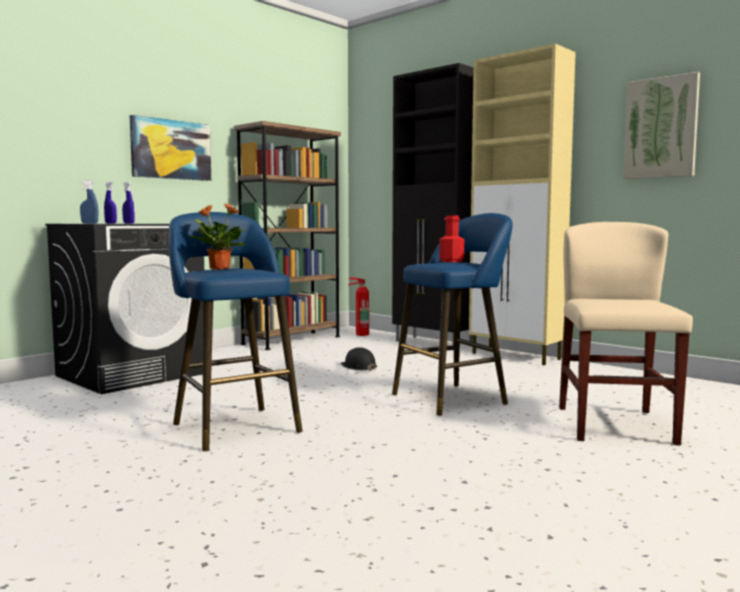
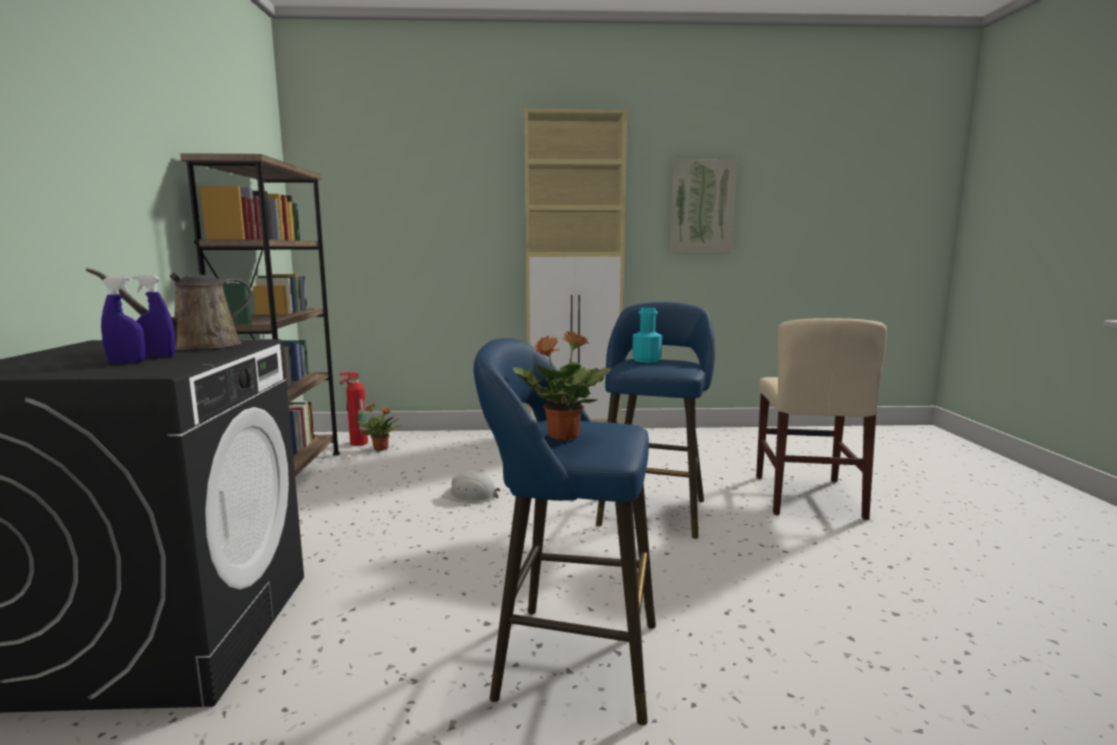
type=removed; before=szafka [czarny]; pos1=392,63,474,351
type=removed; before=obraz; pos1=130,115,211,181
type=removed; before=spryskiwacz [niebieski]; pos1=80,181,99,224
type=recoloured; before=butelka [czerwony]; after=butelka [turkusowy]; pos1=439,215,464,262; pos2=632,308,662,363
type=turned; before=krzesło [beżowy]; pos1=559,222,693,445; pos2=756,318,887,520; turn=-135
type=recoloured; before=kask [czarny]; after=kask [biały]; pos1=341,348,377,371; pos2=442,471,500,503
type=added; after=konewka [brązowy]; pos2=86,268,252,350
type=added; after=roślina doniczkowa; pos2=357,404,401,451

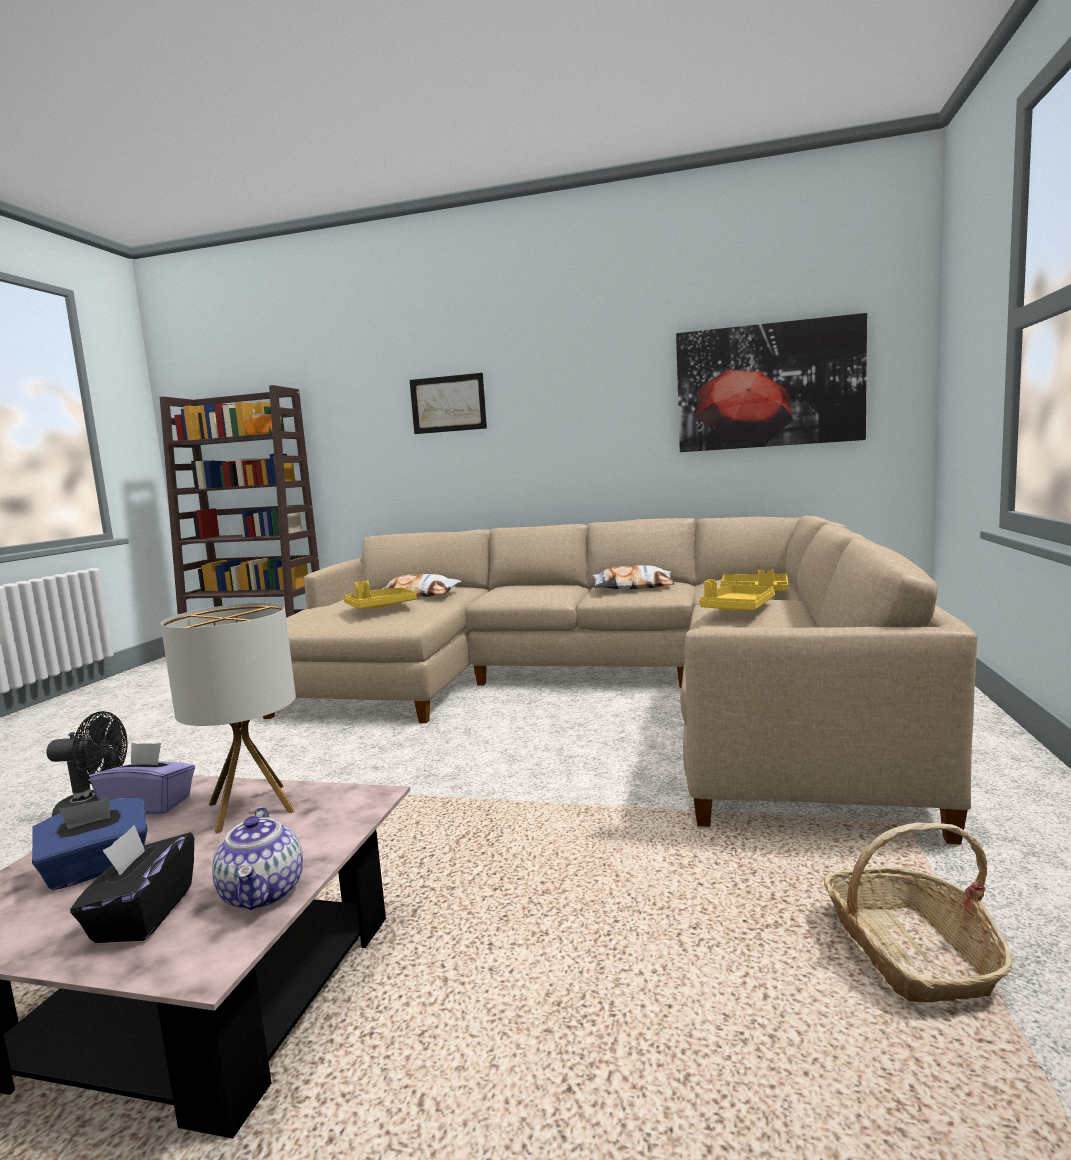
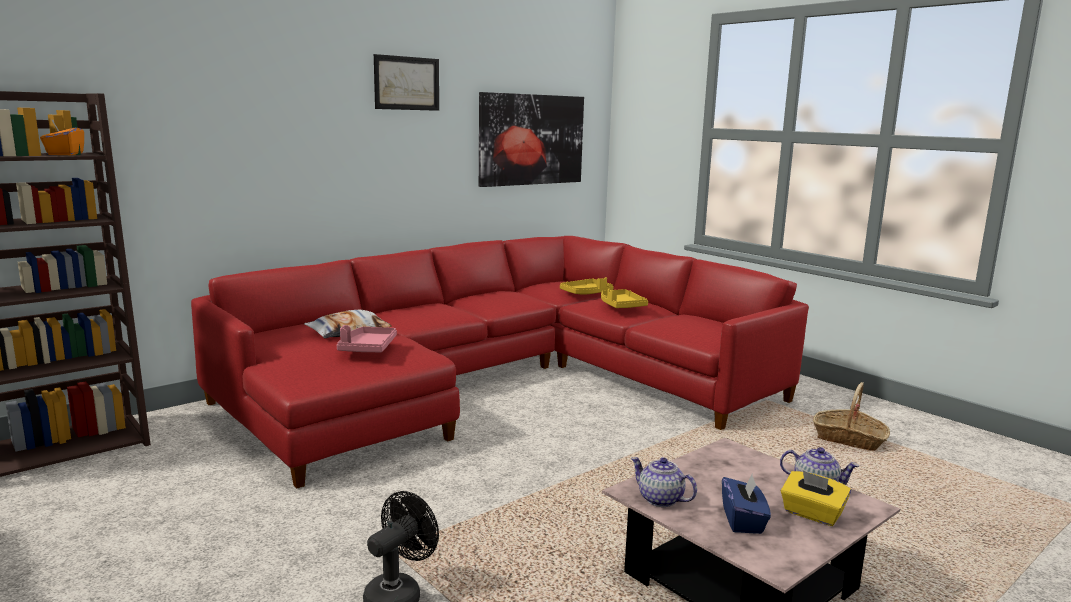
type=moved; before=obraz; pos1=410,373,487,434; pos2=374,54,439,111
type=recoloured; before=kanapa [beżowy]; after=kanapa [czerwony]; pos1=263,516,978,844; pos2=191,236,809,488
type=removed; before=poduszka; pos1=592,565,675,589
type=recoloured; before=taca [żółty]; after=taca [różowy]; pos1=344,581,417,609; pos2=337,325,397,352
type=removed; before=lampa stołowa; pos1=161,603,296,834
type=replaced; before=pudełko chusteczek [fioletowy]; after=imbryk; pos1=90,743,195,815; pos2=631,457,697,507
type=recoloured; before=pudełko chusteczek [czarny]; after=pudełko chusteczek [żółty]; pos1=70,825,194,943; pos2=781,471,851,526

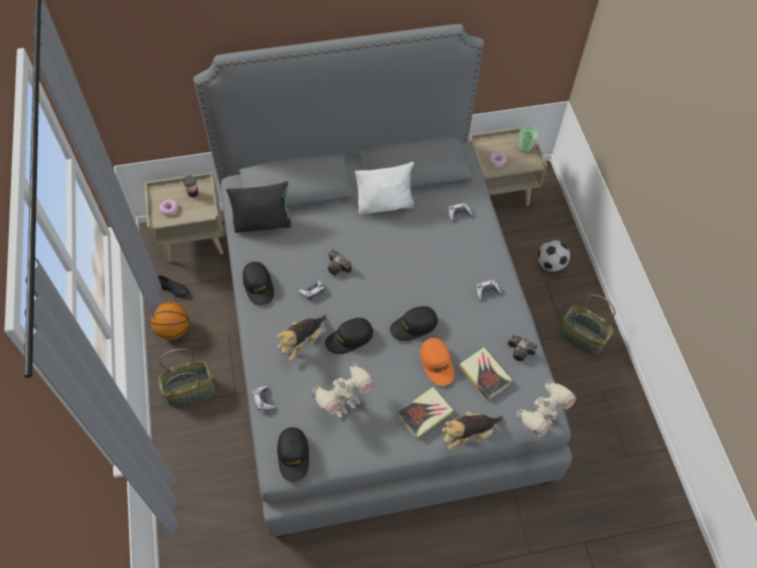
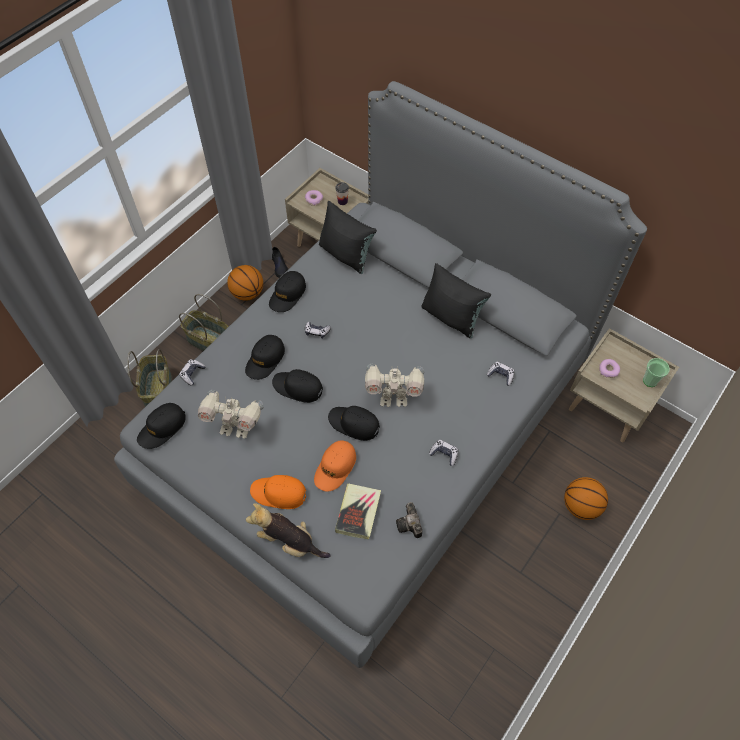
type=recoloured; before=poduszka [biały]; after=poduszka [czarny]; pos1=355,162,415,215; pos2=421,263,491,338
type=replaced; before=piłka futbolowa; after=piłka do koszykówki; pos1=538,240,570,272; pos2=564,477,608,520
type=removed; before=aparat fotograficzny; pos1=328,249,351,275
type=moved; before=koszyk; pos1=559,295,615,355; pos2=127,349,172,407
type=replaced; before=pluszak; after=czapka z daszkiem [czarny]; pos1=277,315,326,362; pos2=245,335,285,380
type=moved; before=robot zabawkowy; pos1=517,380,576,436; pos2=365,364,424,407
type=replaced; before=książka; after=czapka z daszkiem [pomarańczowy]; pos1=397,387,453,439; pos2=250,475,306,509

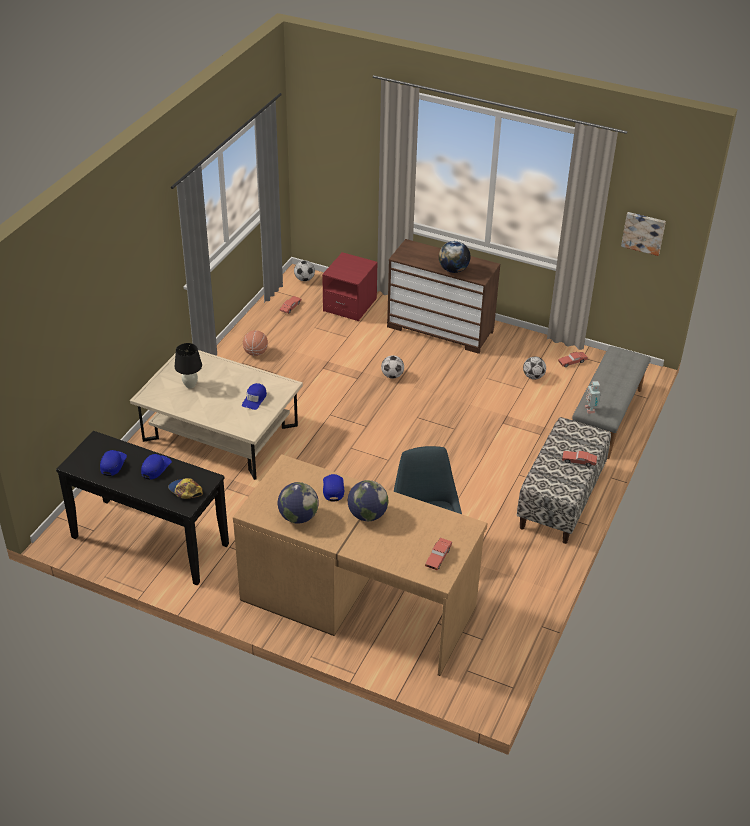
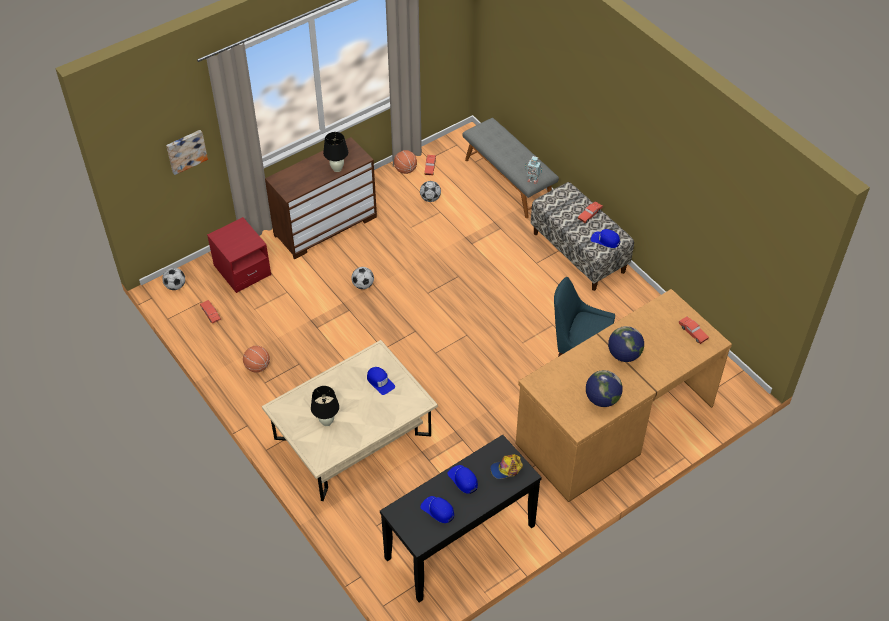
type=moved; before=obraz; pos1=621,212,666,256; pos2=166,130,208,175
type=replaced; before=globus; after=lampa stołowa [czarny]; pos1=439,241,471,273; pos2=323,132,348,172
type=moved; before=czapka z daszkiem [niebieski]; pos1=323,474,344,501; pos2=591,229,620,248
type=added; after=piłka do koszykówki; pos2=394,150,417,174

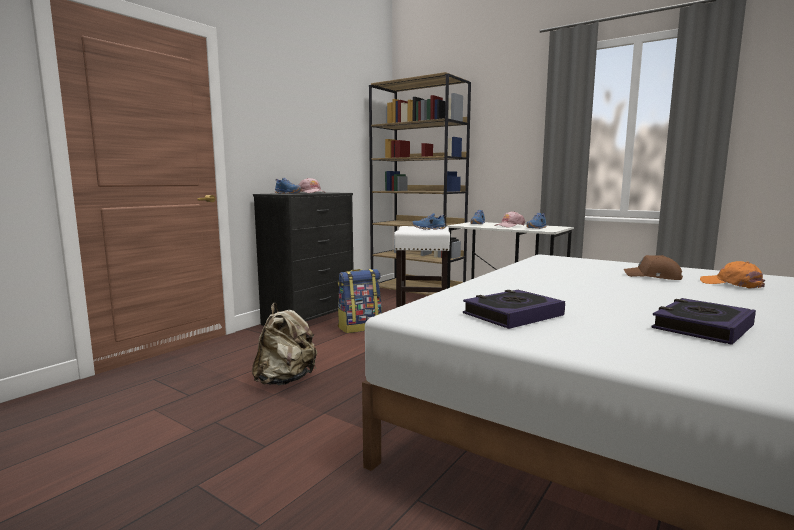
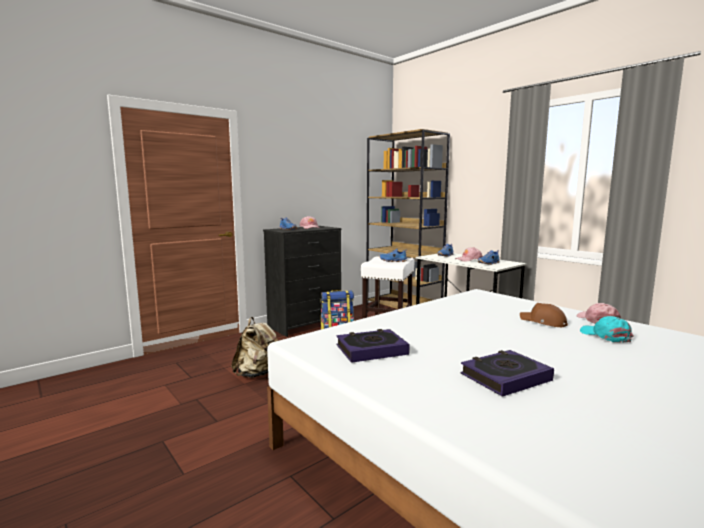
type=recoloured; before=czapka z daszkiem [pomarańczowy]; after=czapka z daszkiem [turkusowy]; pos1=700,261,765,289; pos2=580,316,634,343
type=added; after=czapka z daszkiem [różowy]; pos2=577,303,621,324

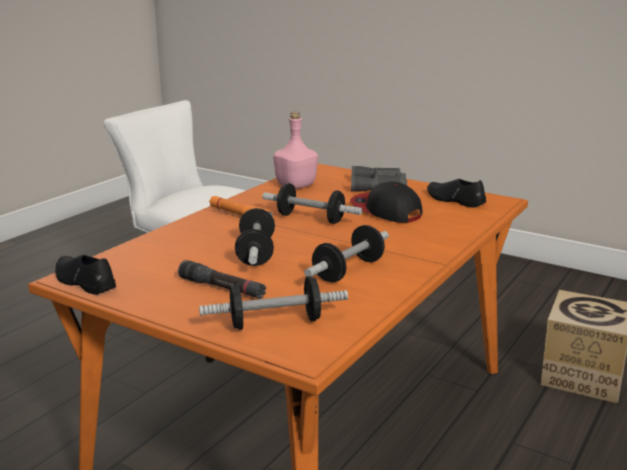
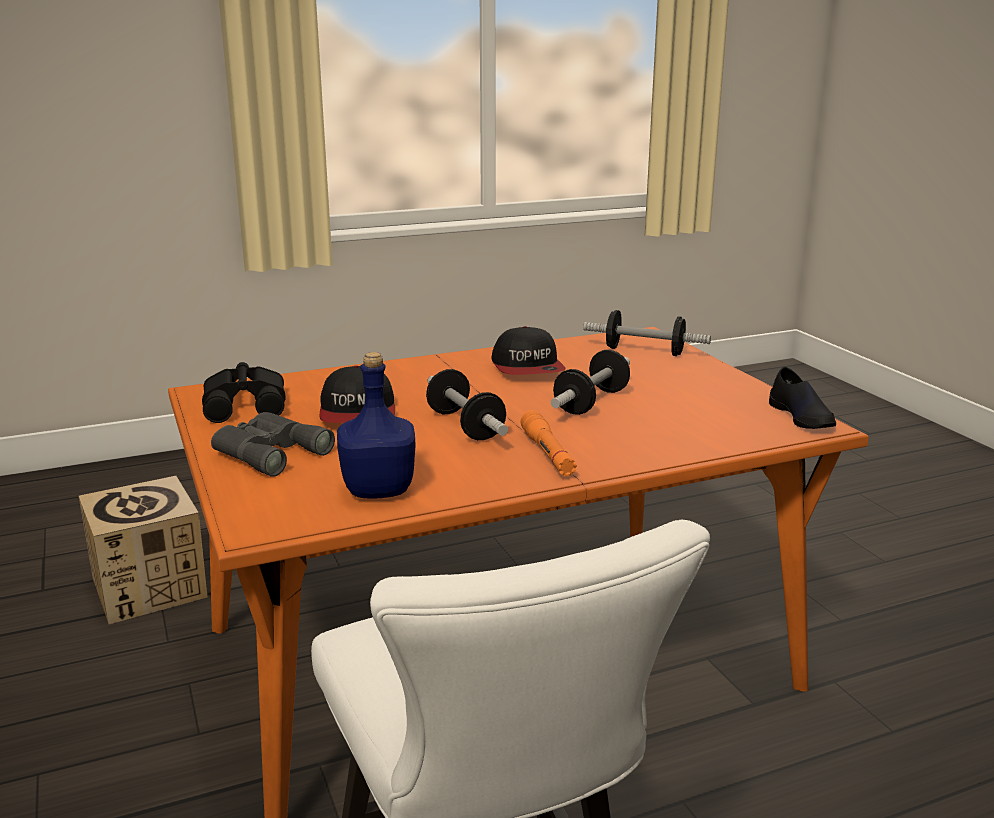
type=recoloured; before=butelka [różowy]; after=butelka [niebieski]; pos1=273,112,318,189; pos2=337,352,415,499
type=replaced; before=but [czarny]; after=lornetka [czarny]; pos1=427,179,486,208; pos2=202,362,286,423
type=replaced; before=hantel; after=czapka z daszkiem; pos1=304,225,389,282; pos2=491,326,566,375
type=removed; before=latarka [czarny]; pos1=178,260,266,299

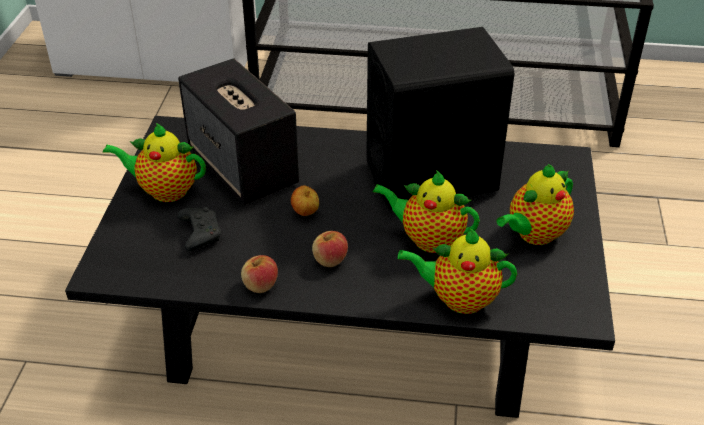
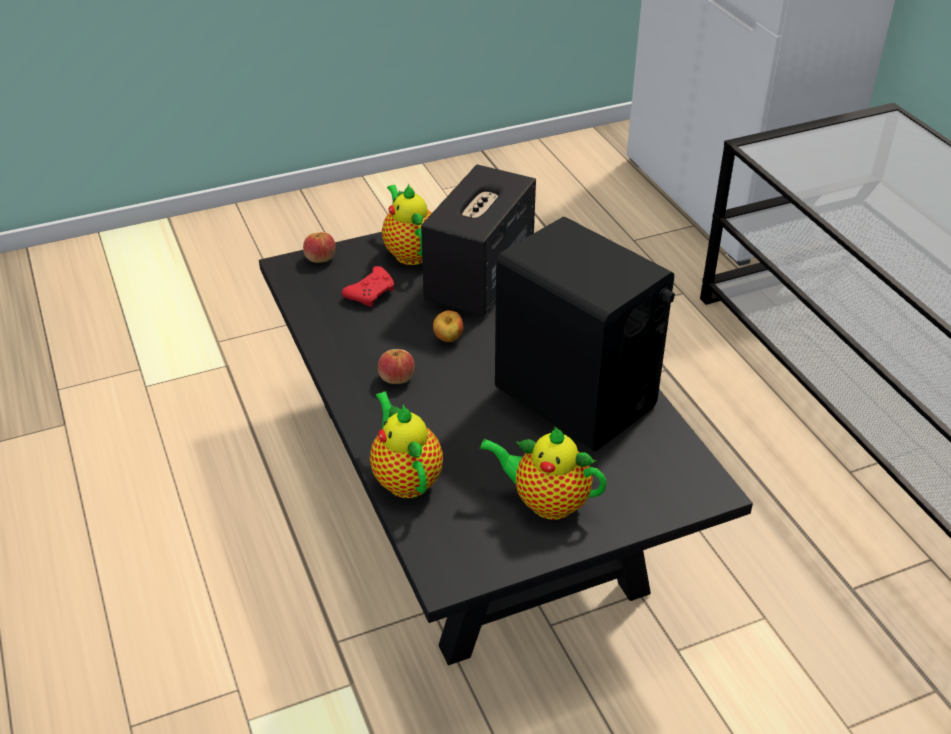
type=removed; before=imbryk; pos1=373,170,480,253
type=recoloured; before=pad do gier [czarny]; after=pad do gier [czerwony]; pos1=177,207,221,251; pos2=342,266,394,307
type=moved; before=jabłko; pos1=241,255,278,293; pos2=303,232,335,263

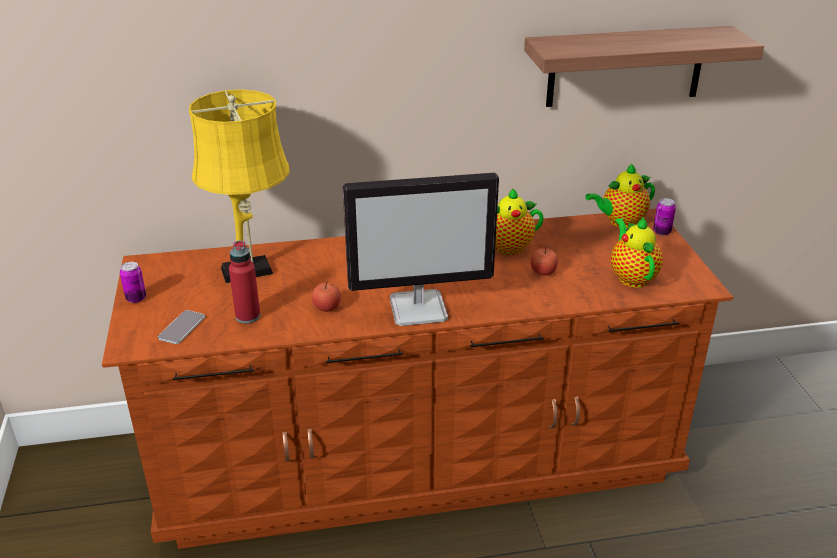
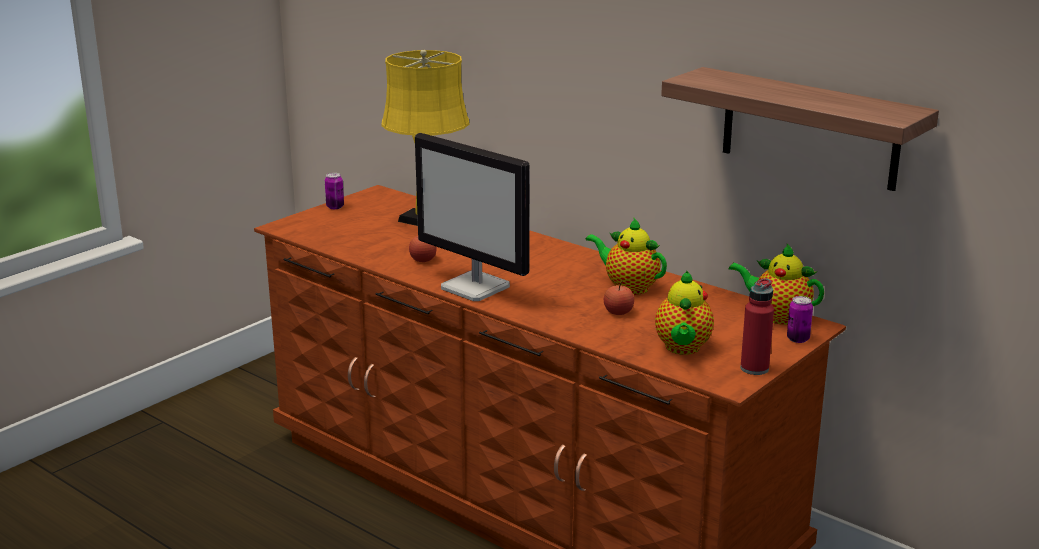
type=turned; before=imbryk; pos1=611,217,663,288; pos2=655,271,714,355; turn=150
type=moved; before=butelka [czerwony]; pos1=229,240,260,323; pos2=740,279,774,375
type=removed; before=telefon; pos1=158,310,205,344

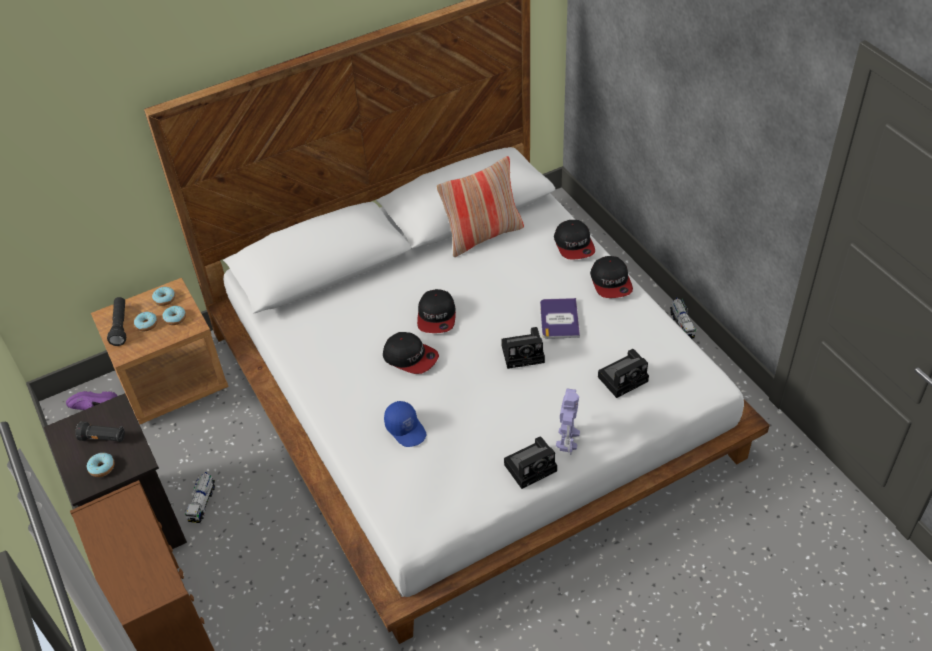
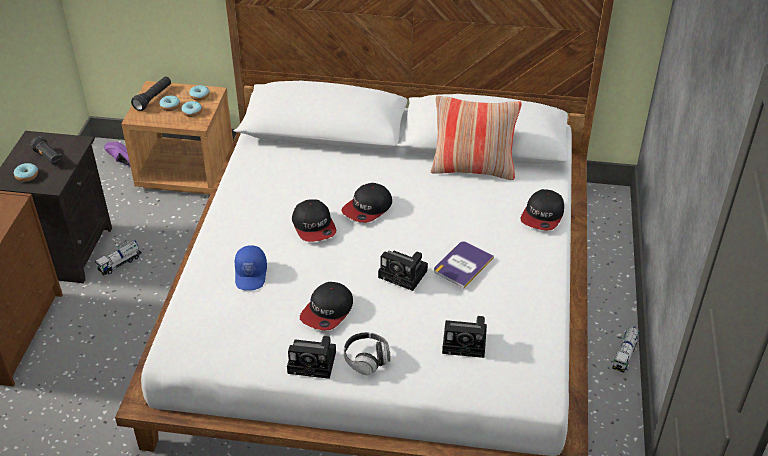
type=moved; before=czapka z daszkiem; pos1=590,256,633,298; pos2=300,282,353,331
type=replaced; before=robot zabawkowy; after=słuchawki; pos1=556,389,580,455; pos2=344,332,391,375

